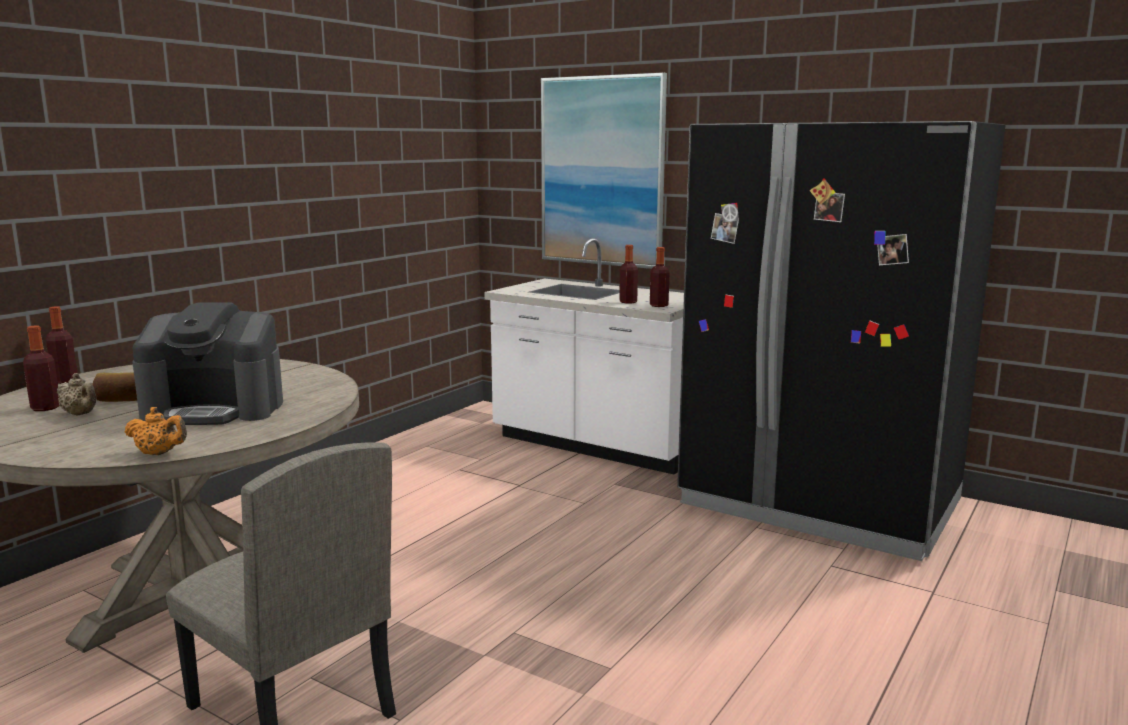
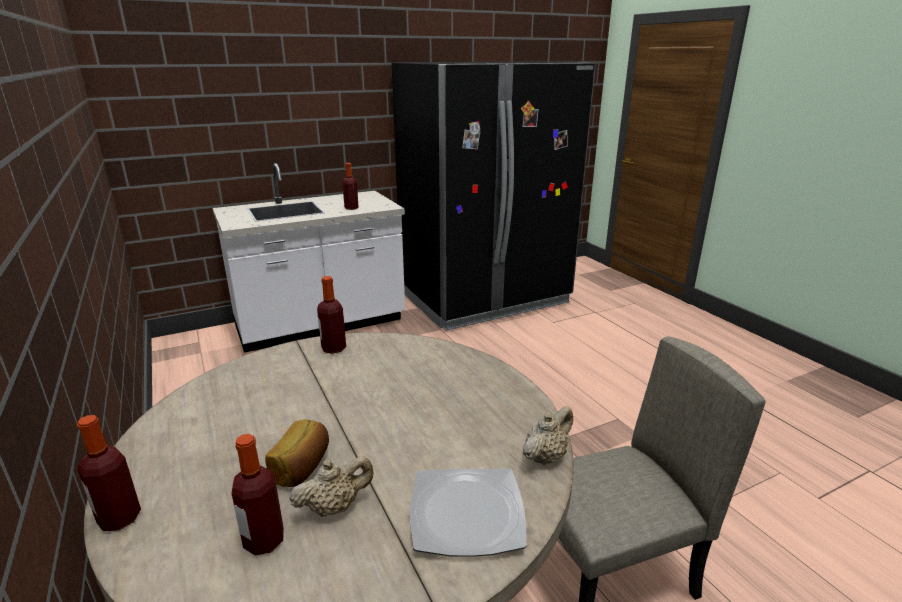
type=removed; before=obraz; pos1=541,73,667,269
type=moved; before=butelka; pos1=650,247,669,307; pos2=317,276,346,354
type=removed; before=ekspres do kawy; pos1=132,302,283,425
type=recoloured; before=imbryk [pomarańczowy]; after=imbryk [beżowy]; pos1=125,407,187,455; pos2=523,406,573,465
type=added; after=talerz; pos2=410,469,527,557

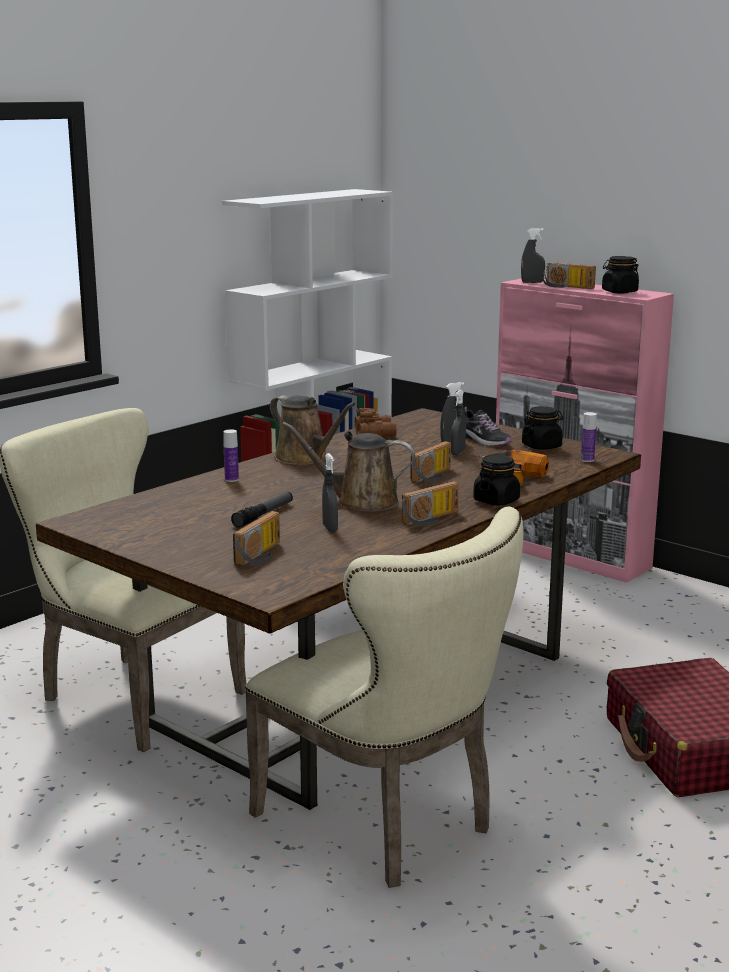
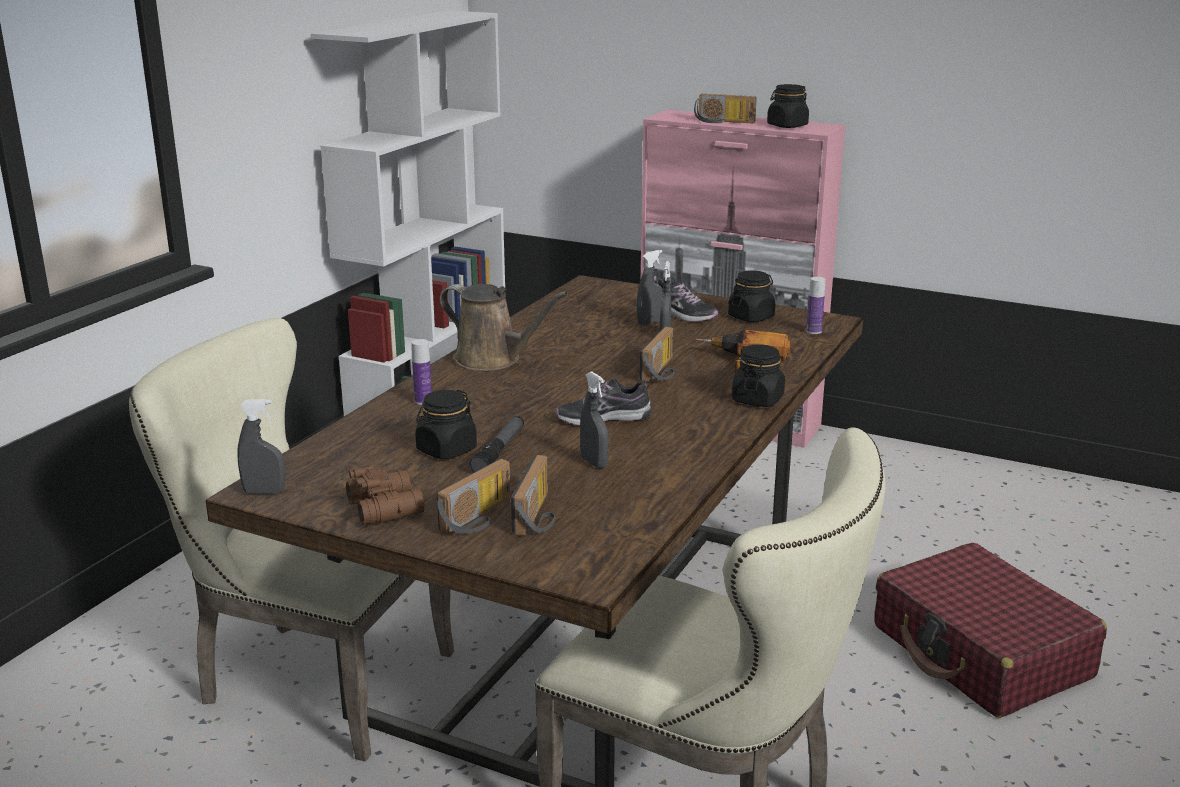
type=moved; before=spryskiwacz [szary]; pos1=521,228,545,283; pos2=237,399,285,494
type=moved; before=lornetka [brązowy]; pos1=355,408,396,437; pos2=346,466,424,525
type=replaced; before=konewka [brązowy]; after=but; pos1=282,422,415,512; pos2=556,378,651,425
type=moved; before=radio; pos1=402,481,459,526; pos2=437,459,510,534
type=added; after=słoik [czarny]; pos2=415,390,477,460

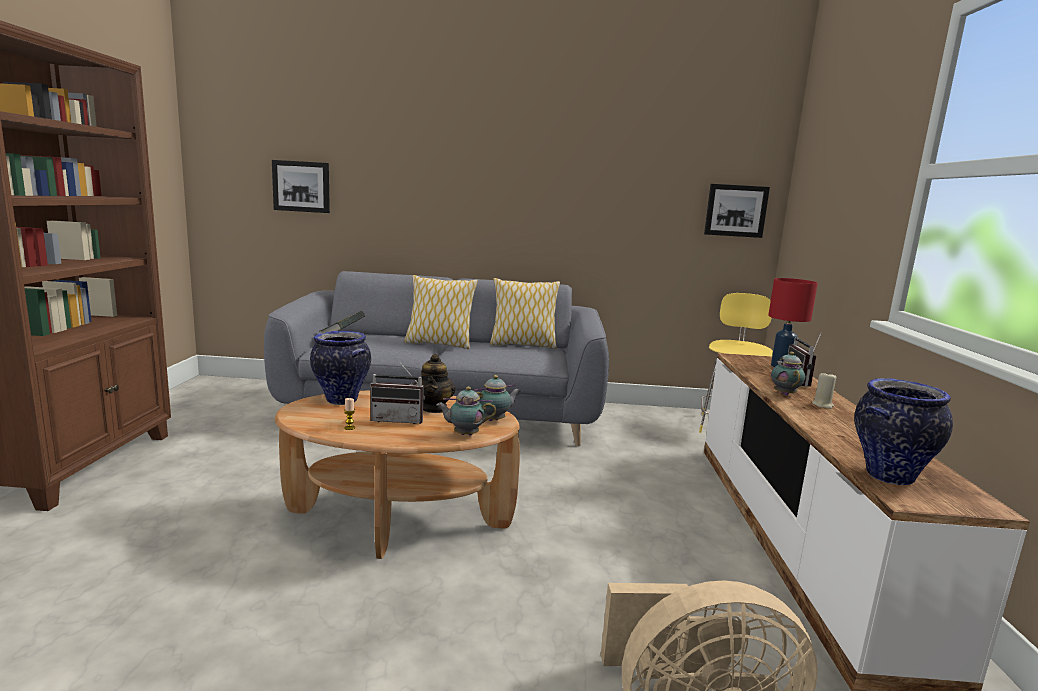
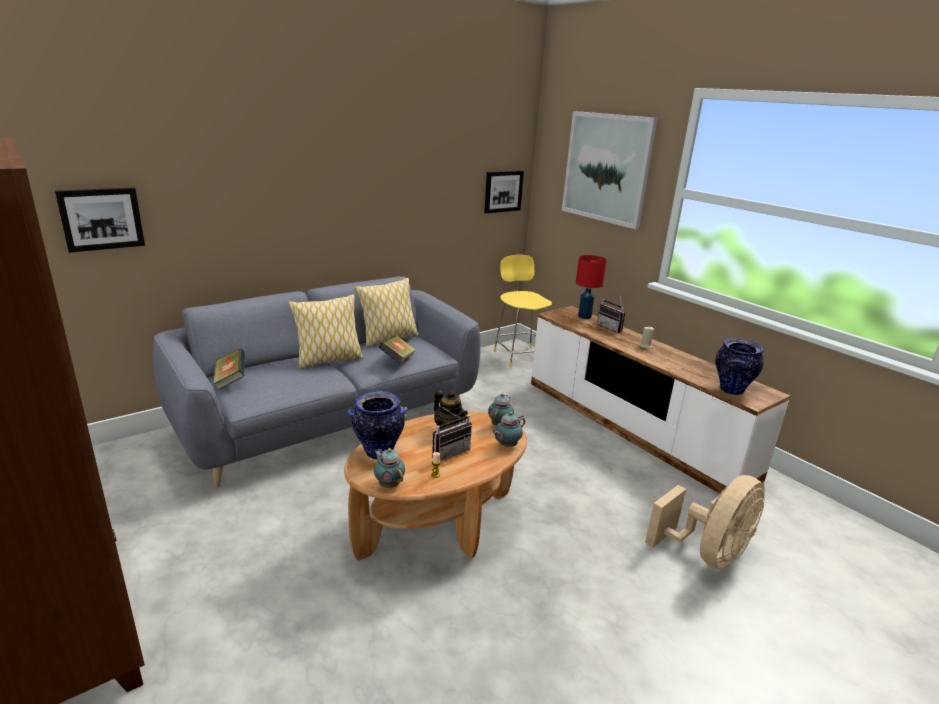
type=moved; before=imbryk; pos1=771,352,805,396; pos2=374,448,405,488
type=added; after=obraz; pos2=562,111,658,229
type=added; after=książka; pos2=378,336,416,363

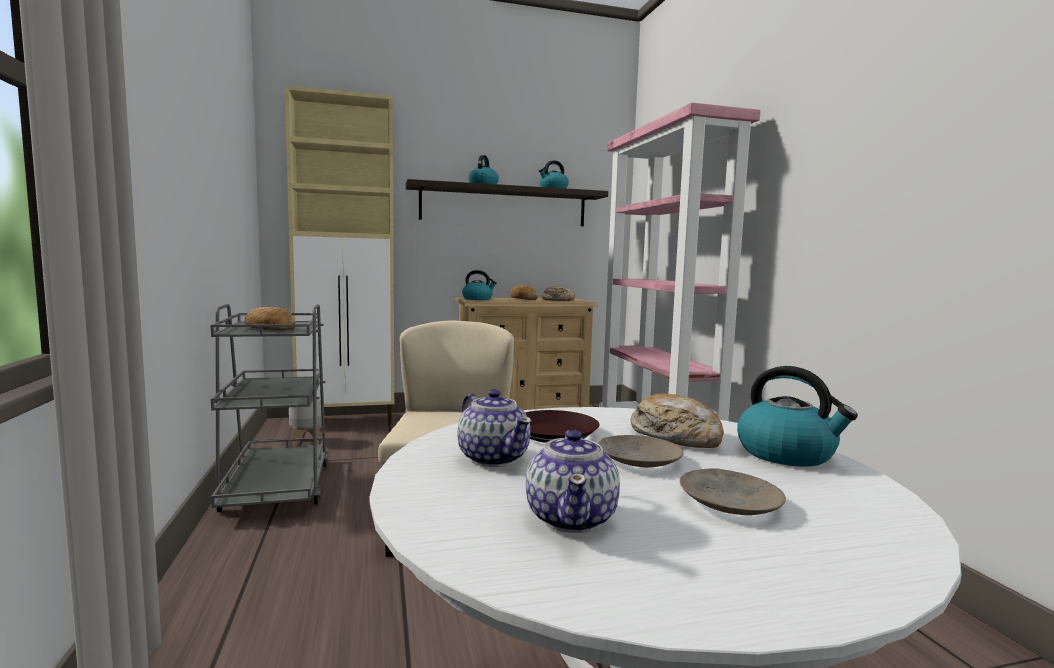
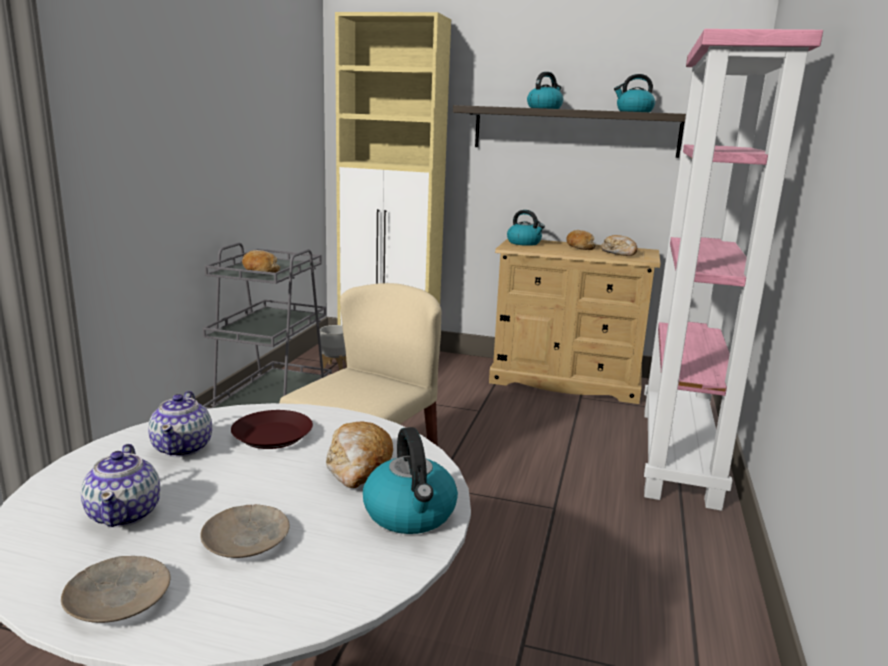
type=turned; before=imbryk; pos1=526,430,620,533; pos2=81,444,160,527; turn=-45
type=moved; before=talerz [beżowy]; pos1=598,435,684,467; pos2=61,556,171,623

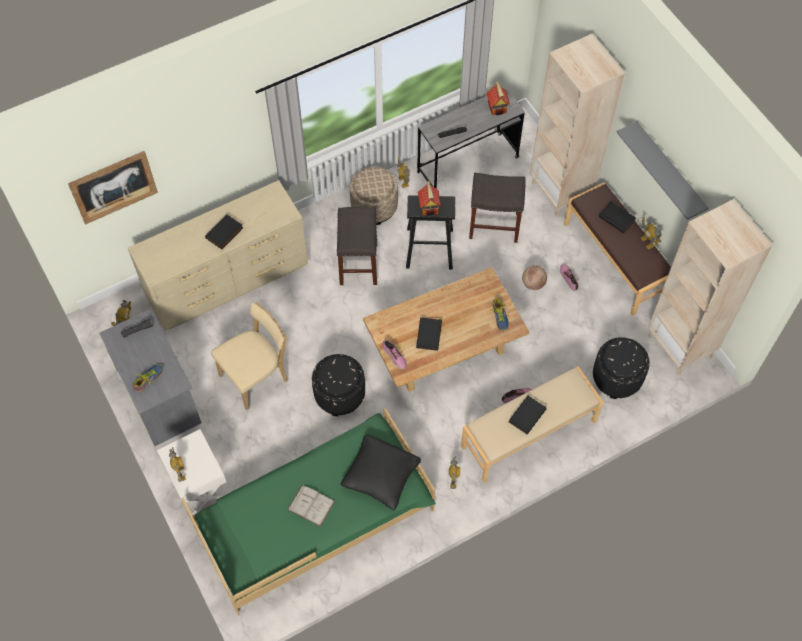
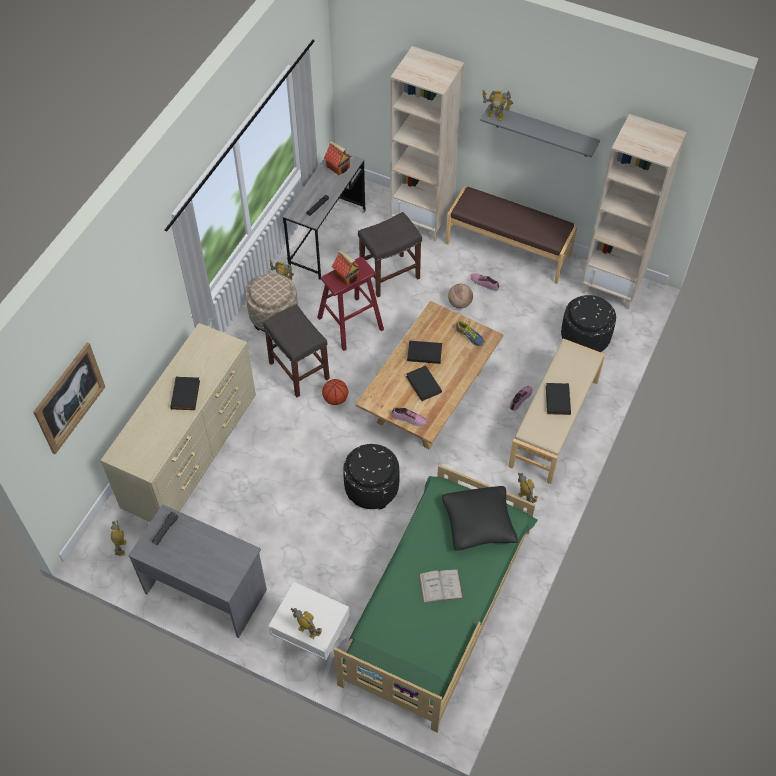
type=recoloured; before=stołek [czarny]; after=stołek [czerwony]; pos1=406,195,455,270; pos2=317,257,384,351
type=moved; before=książka [czarny]; pos1=598,201,636,233; pos2=407,340,442,364
type=moved; before=robot zabawkowy; pos1=640,217,662,250; pos2=482,90,513,121
type=removed; before=krzesło [beżowy]; pos1=211,302,287,410
type=removed; before=but; pos1=133,364,163,392
type=added; after=piłka do koszykówki; pos2=322,379,348,405

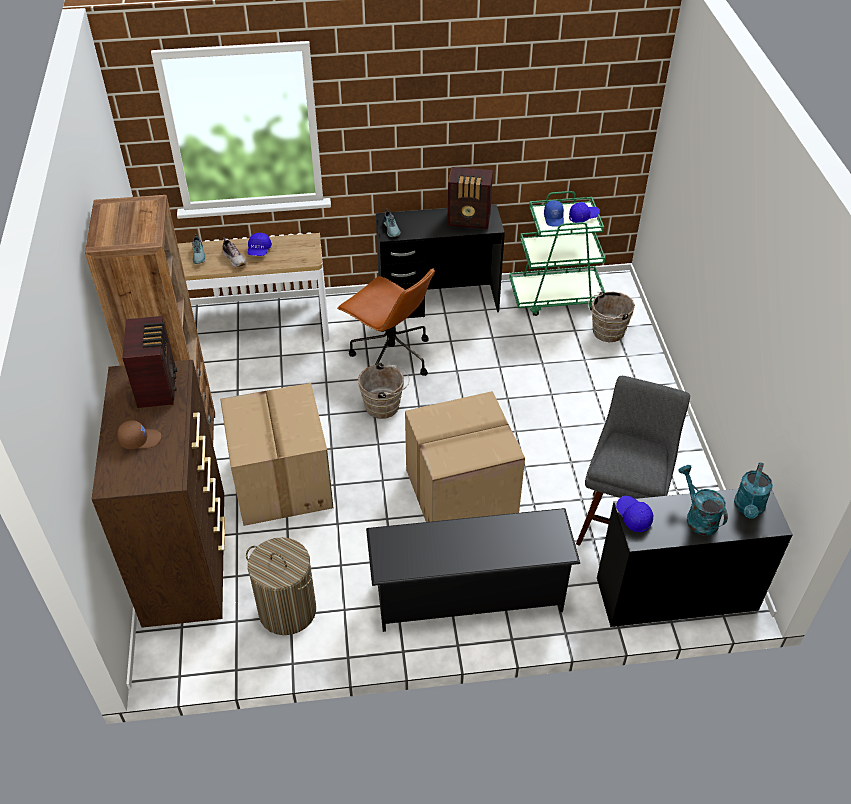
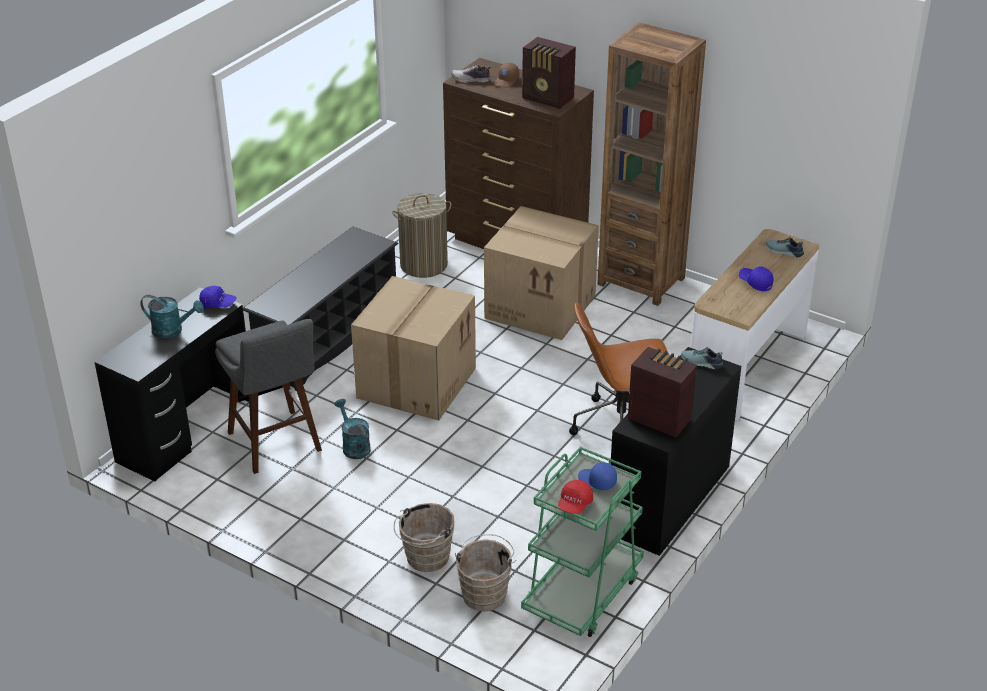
type=turned; before=radio; pos1=447,167,493,229; pos2=628,347,697,437; turn=75
type=recoloured; before=czapka z daszkiem [niebieski]; after=czapka z daszkiem [czerwony]; pos1=569,202,600,223; pos2=558,480,593,514
type=moved; before=but; pos1=223,237,246,267; pos2=451,65,491,83
type=moved; before=wiadro [brązowy]; pos1=358,362,410,419; pos2=394,503,454,572
type=moved; before=konewka [turkusowy]; pos1=734,462,773,519; pos2=334,399,371,459

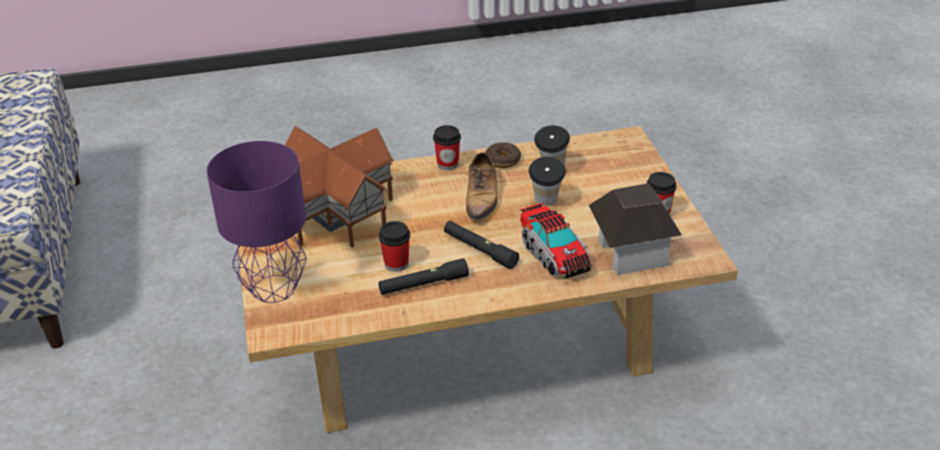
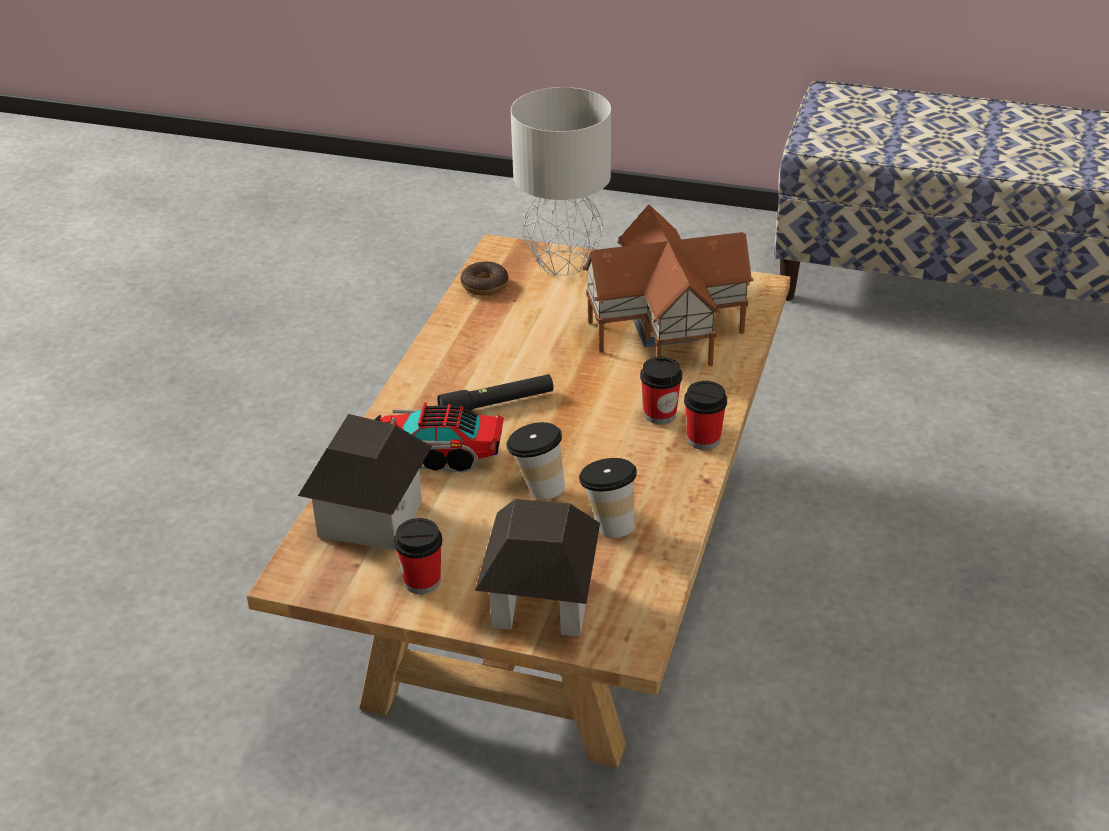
type=recoloured; before=lampa stołowa [fioletowy]; after=lampa stołowa [szary]; pos1=207,141,307,303; pos2=511,87,611,275
type=moved; before=donut; pos1=485,142,521,168; pos2=460,261,508,295
type=removed; before=but; pos1=466,152,497,225
type=moved; before=filiżanka; pos1=379,221,410,272; pos2=640,357,682,424
type=removed; before=latarka [czarny]; pos1=378,258,469,295
type=added; after=domek; pos2=475,499,600,636

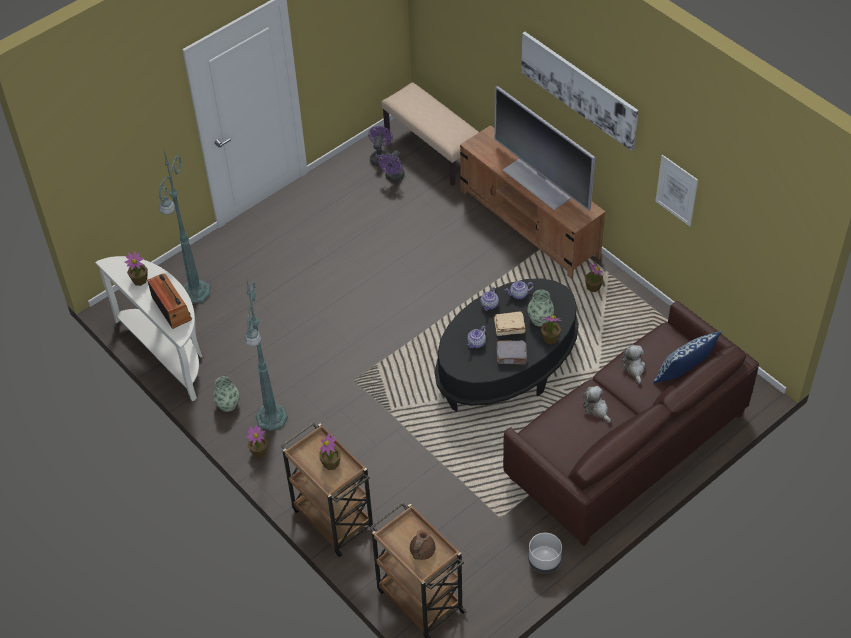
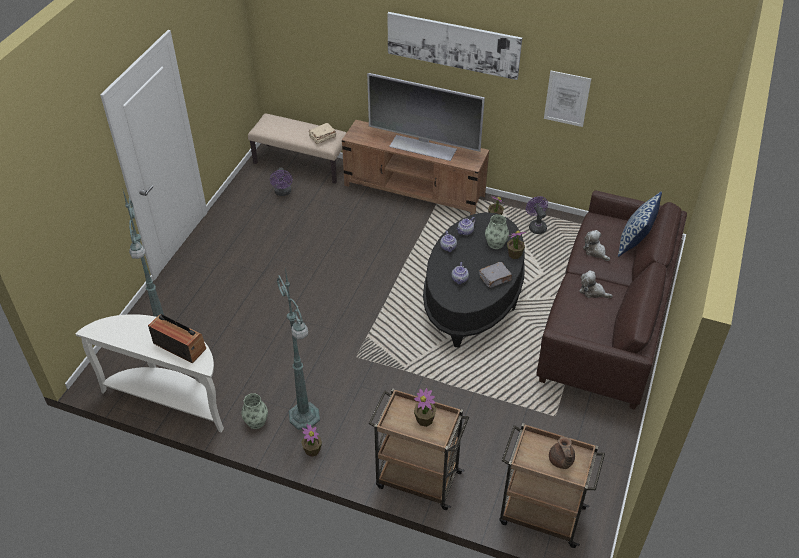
type=moved; before=wentylator [fioletowy]; pos1=368,126,393,166; pos2=526,196,548,234
type=removed; before=roślina doniczkowa; pos1=125,251,148,286
type=moved; before=książka [beżowy]; pos1=494,311,525,336; pos2=309,123,336,144
type=removed; before=donica [szary]; pos1=528,533,562,574

